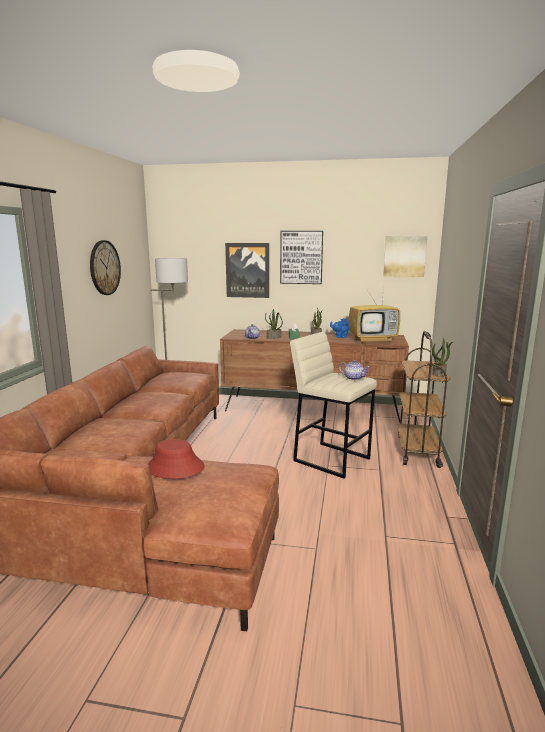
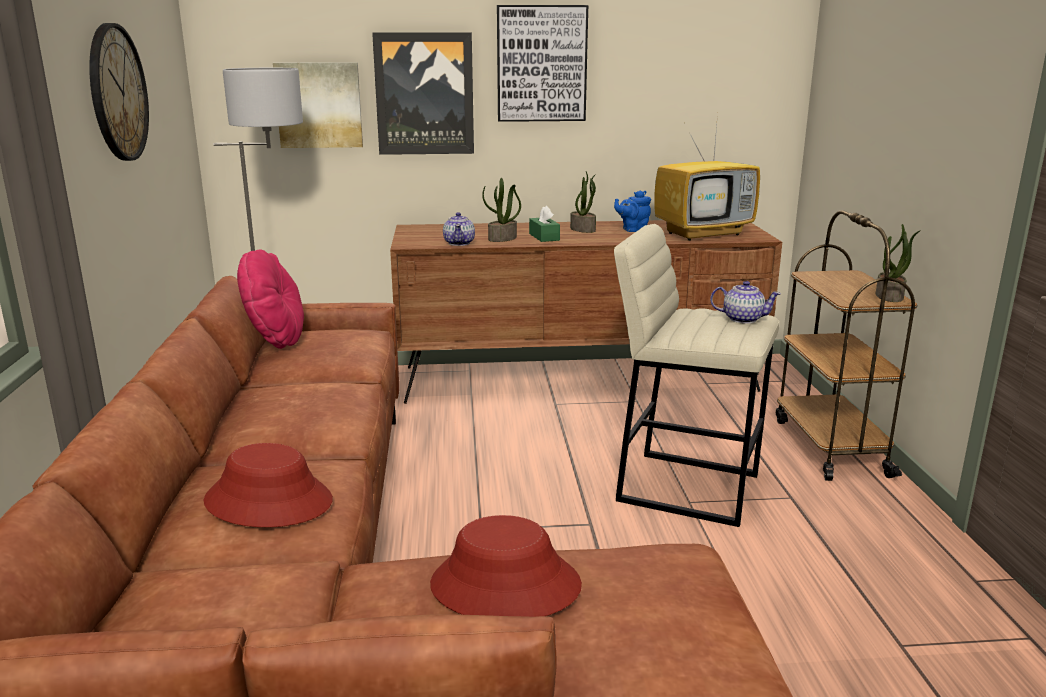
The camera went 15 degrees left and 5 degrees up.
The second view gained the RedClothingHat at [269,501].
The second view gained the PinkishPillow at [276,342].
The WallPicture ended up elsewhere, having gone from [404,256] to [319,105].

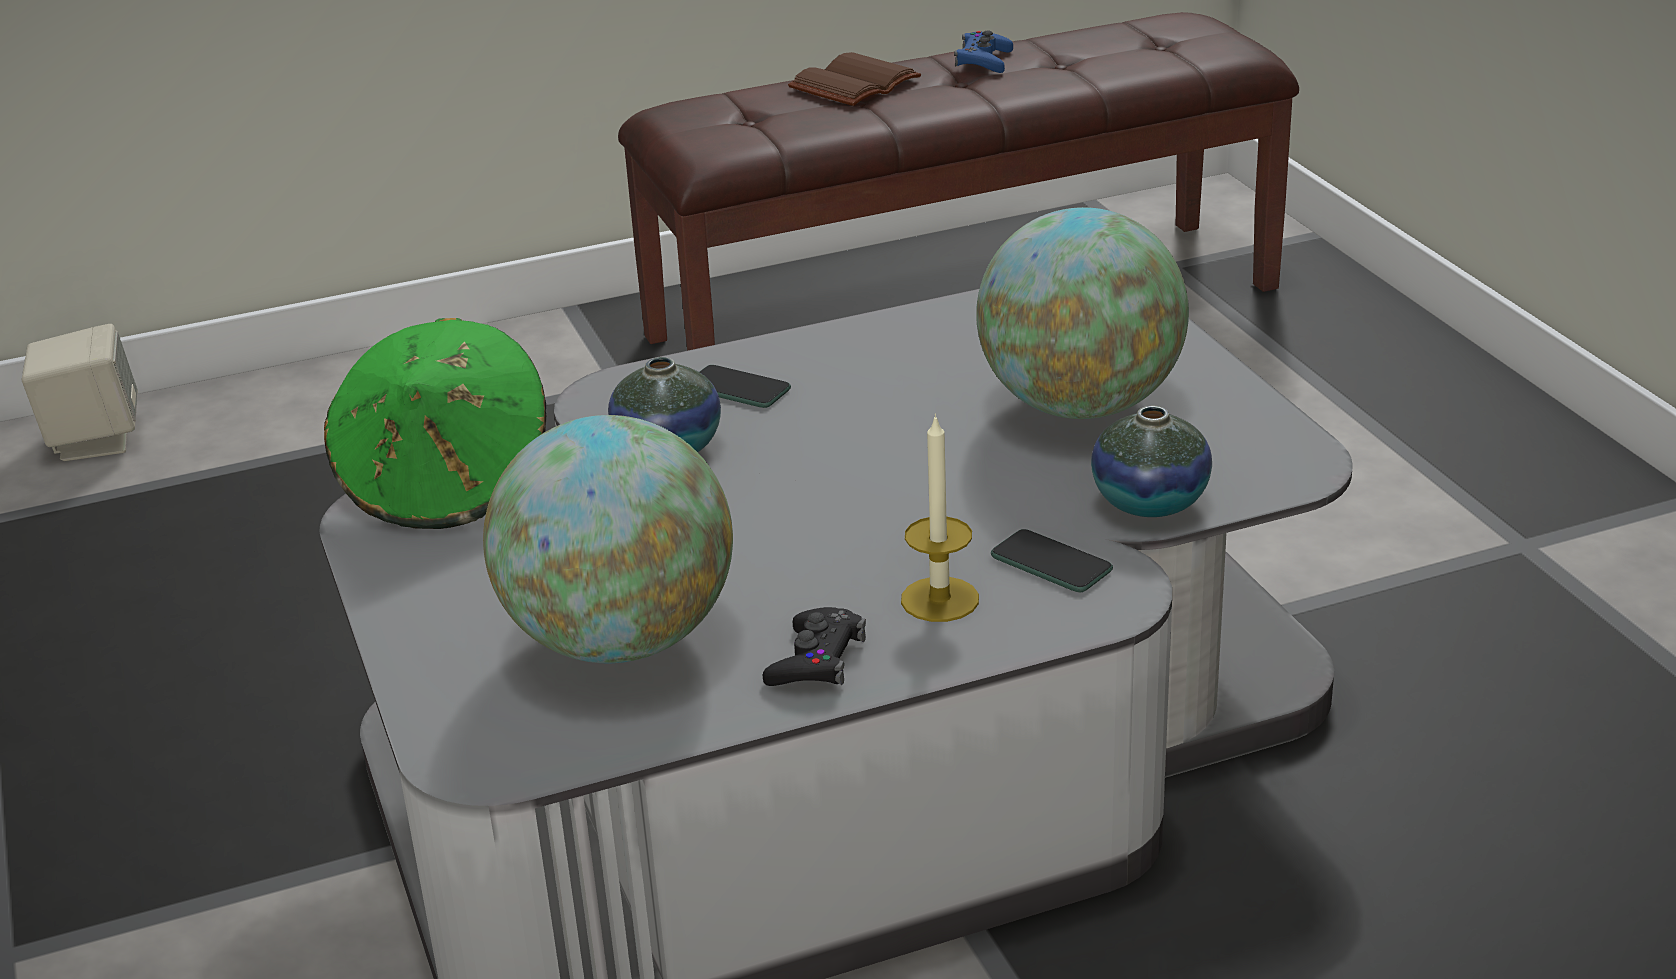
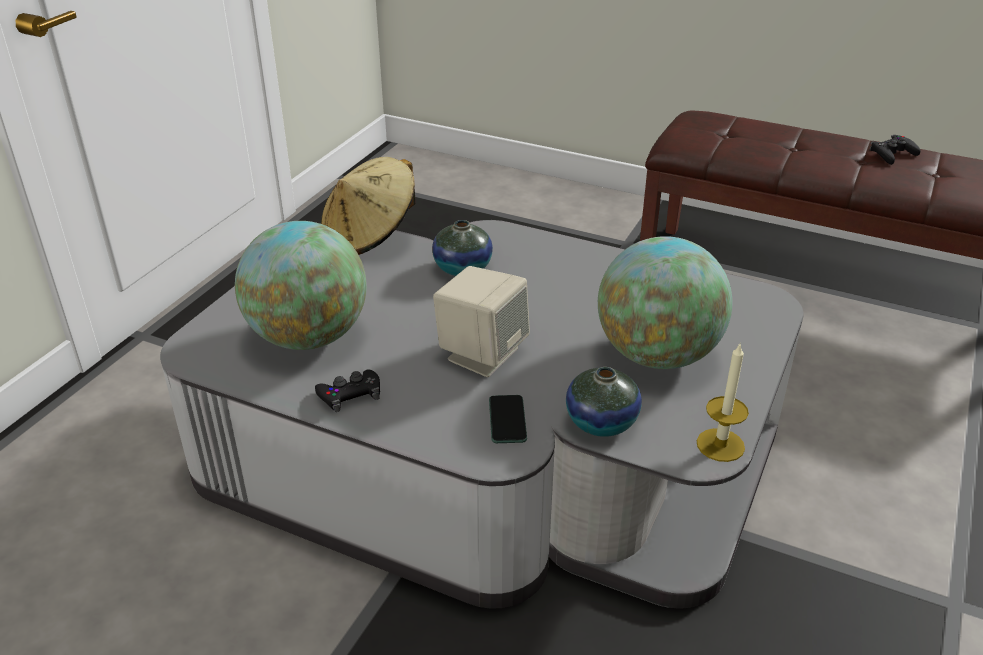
The camera went 45 degrees right and 5 degrees up.
What was the GreenClothingHat at [447,483] turned into the BeigeClothingHat at [370,236].
The BeigeAudioSpeaker ended up elsewhere, having gone from [94,440] to [482,354].
The Candle ended up elsewhere, having gone from [940,599] to [720,445].
What was the BlueColouredJoypad at [983,61] turned into the BlackColouredJoypad at [892,154].
The second view lost the Telephone at [738,389].
The second view lost the BrownBoundBook at [856,86].

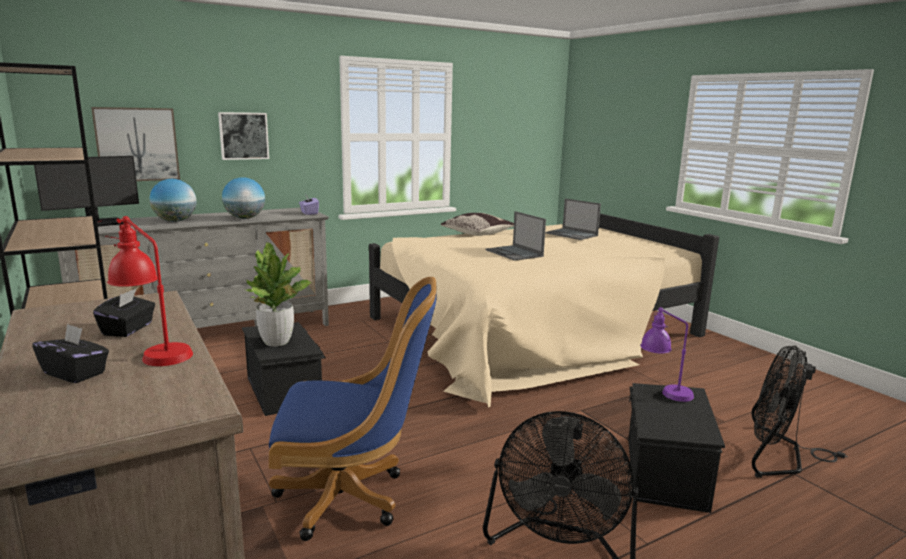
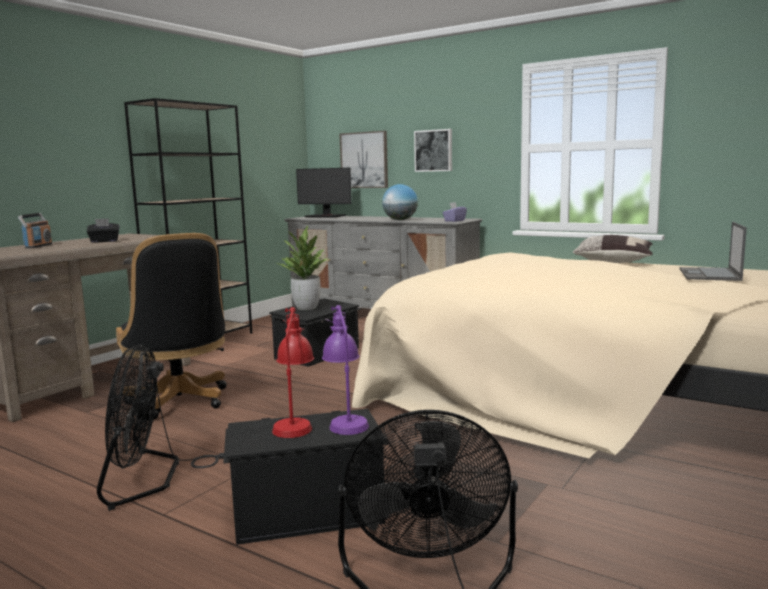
The camera went 65 degrees right and 5 degrees down.
Where the BlackColouredBoxOfTissues stood at [75,373], the Radio came to stand at [38,246].
What was the BlueColouredDeskChair at [353,498] turned into the BlackColouredDeskChair at [181,404].
The RedTableLamp ended up elsewhere, having gone from [153,352] to [294,423].
The second view lost the DeskGlobe at [175,221].
The second view lost the NotebookComputer at [514,253].

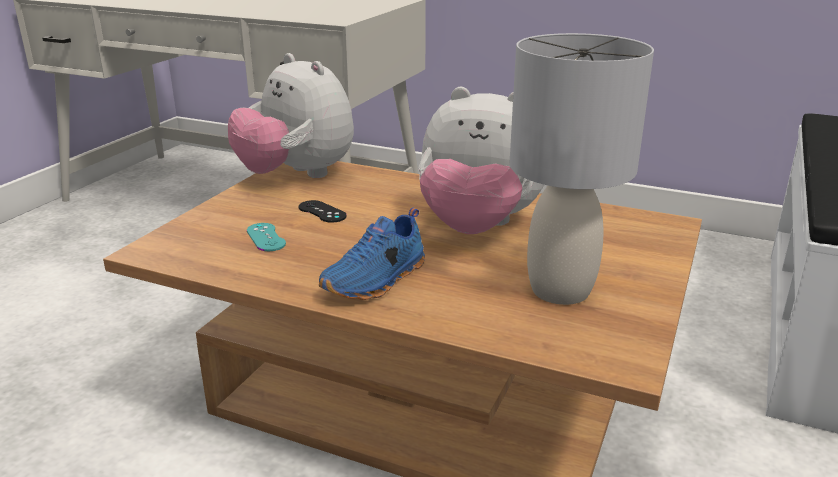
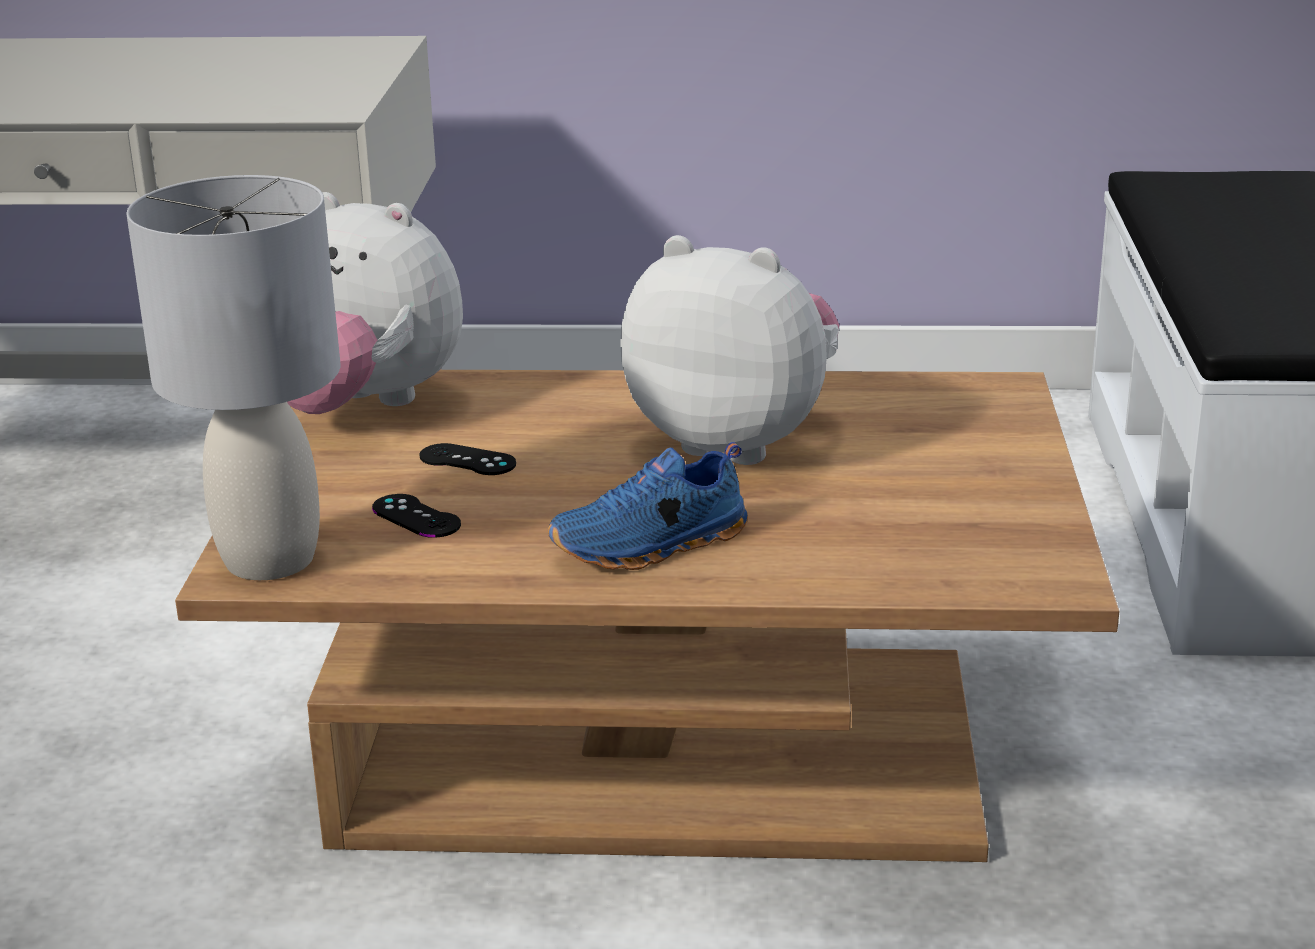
The camera went 20 degrees left and 0 degrees up.
The GreyTableLamp ended up elsewhere, having gone from [560,291] to [270,560].
What was the TurquoiseColouredJoypad at [266,237] turned into the BlackColouredJoypad at [416,517].
The BlueColouredItemOfFootwear at [377,281] ended up facing another way, 45 degrees clockwise from before.
The CuddlyToy at [478,227] ended up facing another way, 150 degrees counterclockwise from before.

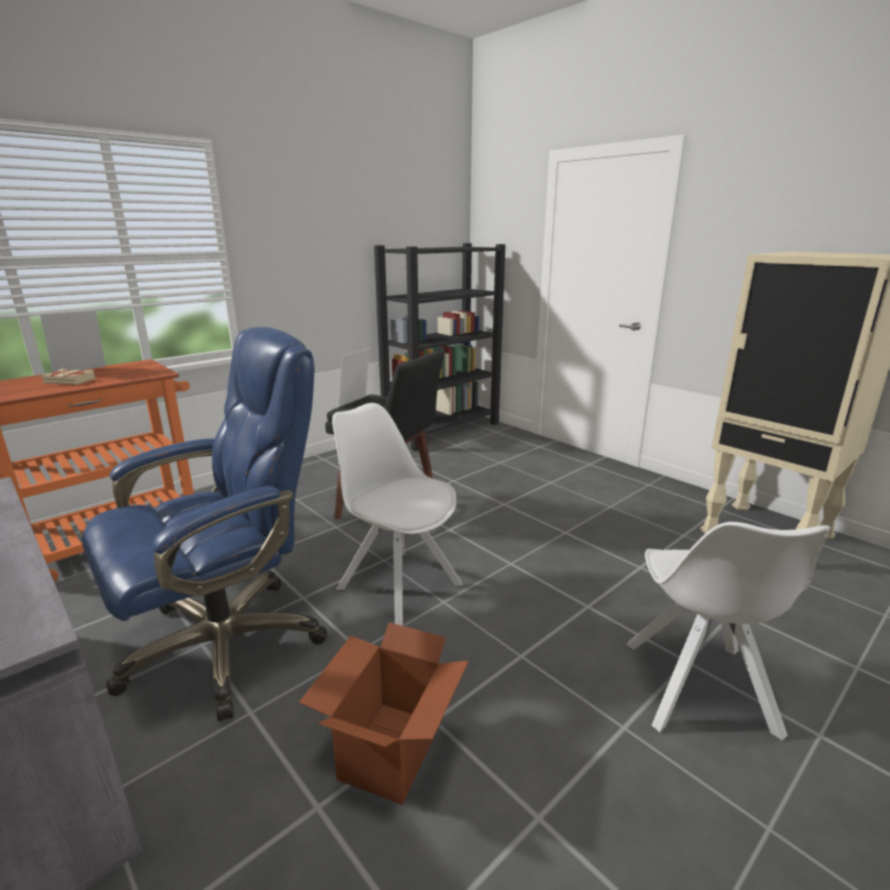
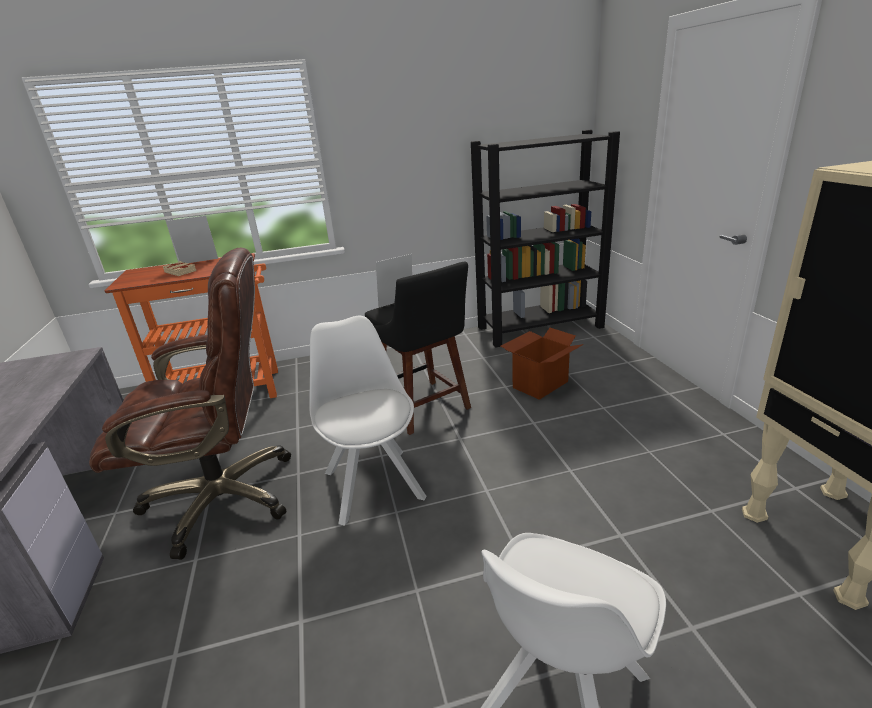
The camera went 30 degrees right and 5 degrees up.
What was the BlueColouredDeskChair at [225,644] turned into the BrownDeskChair at [222,497].
The Carton ended up elsewhere, having gone from [389,750] to [539,384].

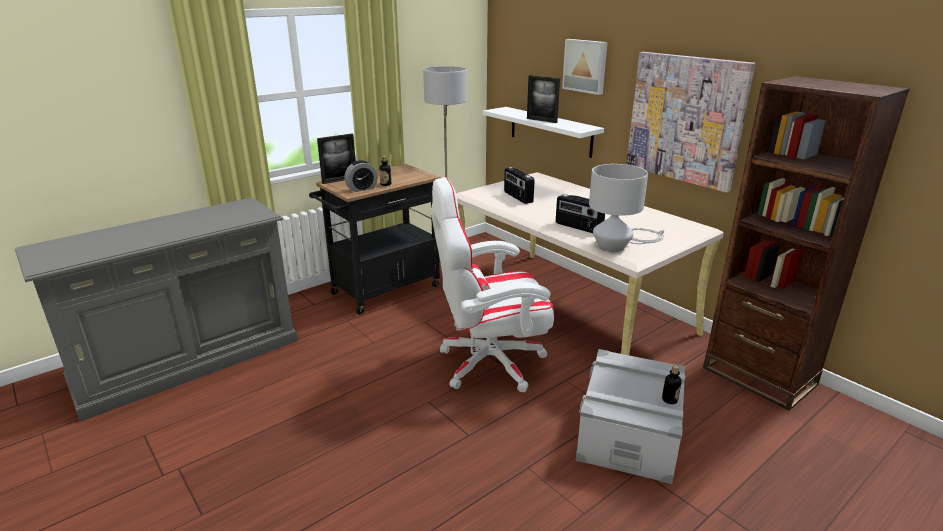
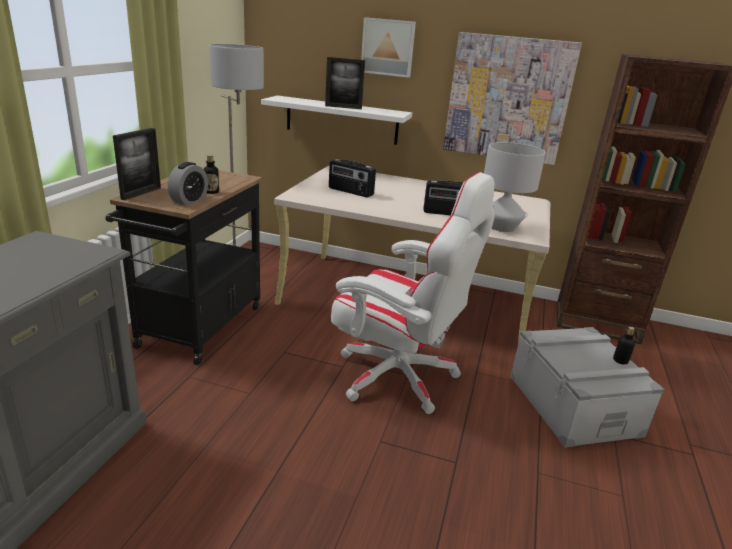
The camera went 35 degrees left and 0 degrees up.
The WhiteDeskChair at [491,362] ended up facing another way, 105 degrees counterclockwise from before.

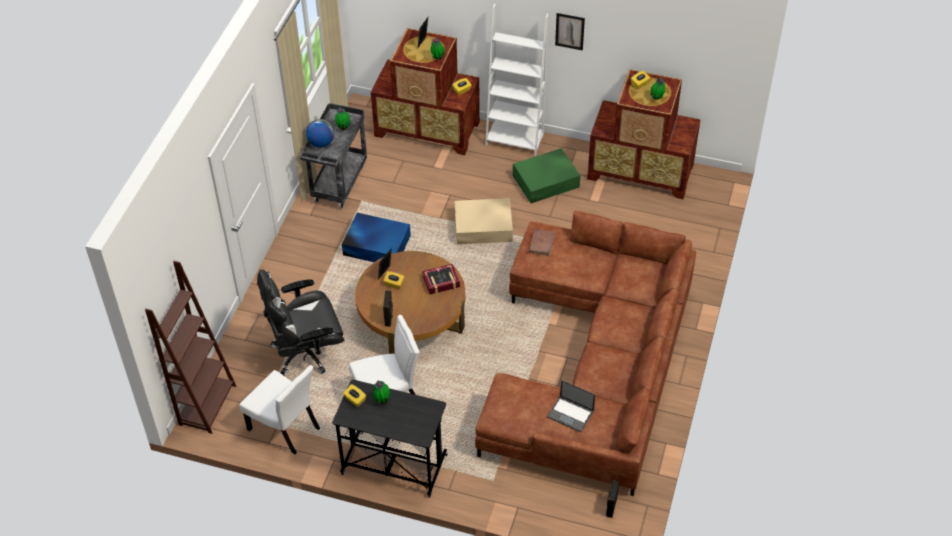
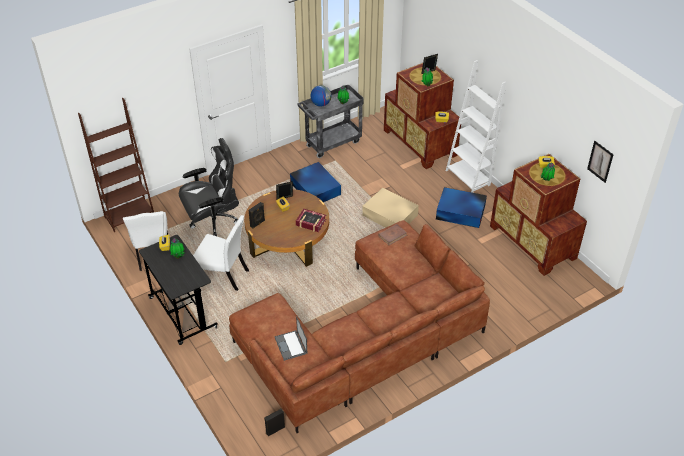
The camera went 40 degrees right and 5 degrees down.
The BlackColouredDeskChair at [308,351] ended up facing another way, 135 degrees clockwise from before.
What was the GreenStorageBin at [547,181] turned into the BlueColouredStorageBin at [461,212].
The WallPicture ended up elsewhere, having gone from [569,31] to [600,161].

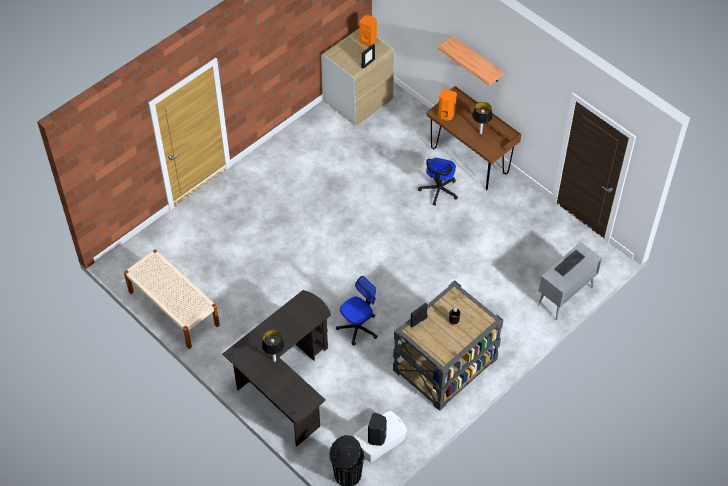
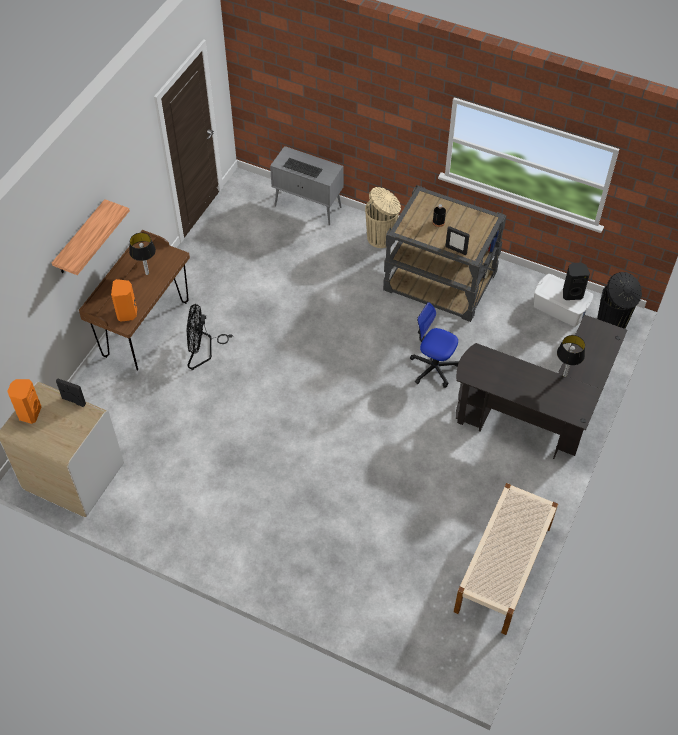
The camera went 110 degrees left and 0 degrees up.
Where the DeskChair stood at [439,190], the BlackColouredFan came to stand at [203,346].
The second view gained the BeigeRubbishBin at [382,237].

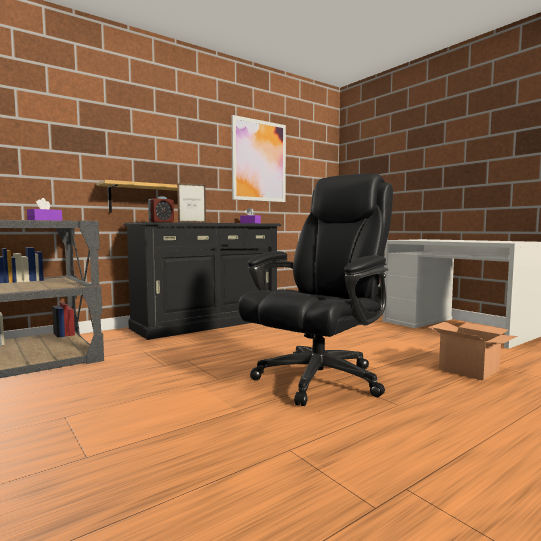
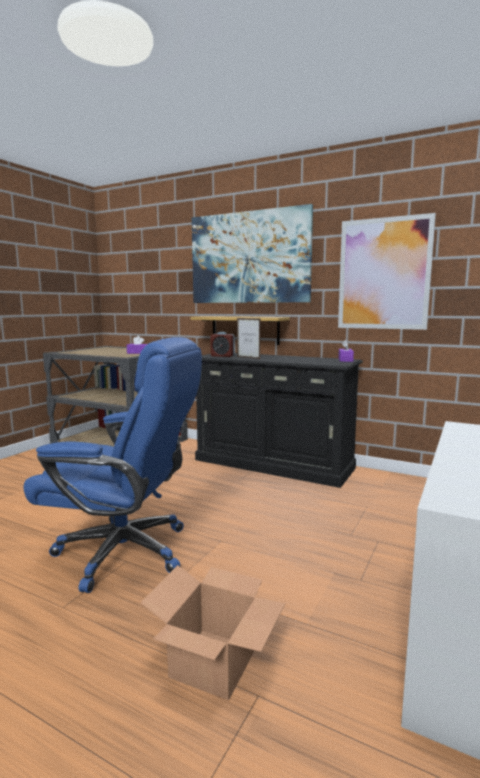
The camera went 65 degrees right and 5 degrees up.
What was the BlackColouredDeskChair at [319,380] turned into the BlueColouredDeskChair at [123,551].
The second view gained the WallPicture at [249,258].

